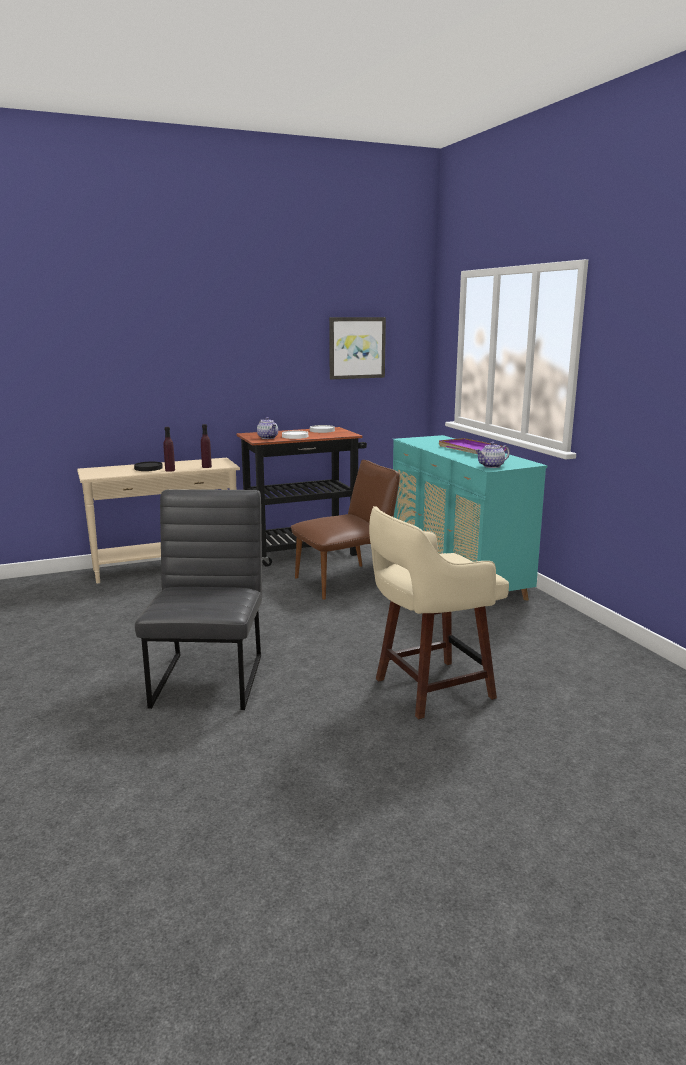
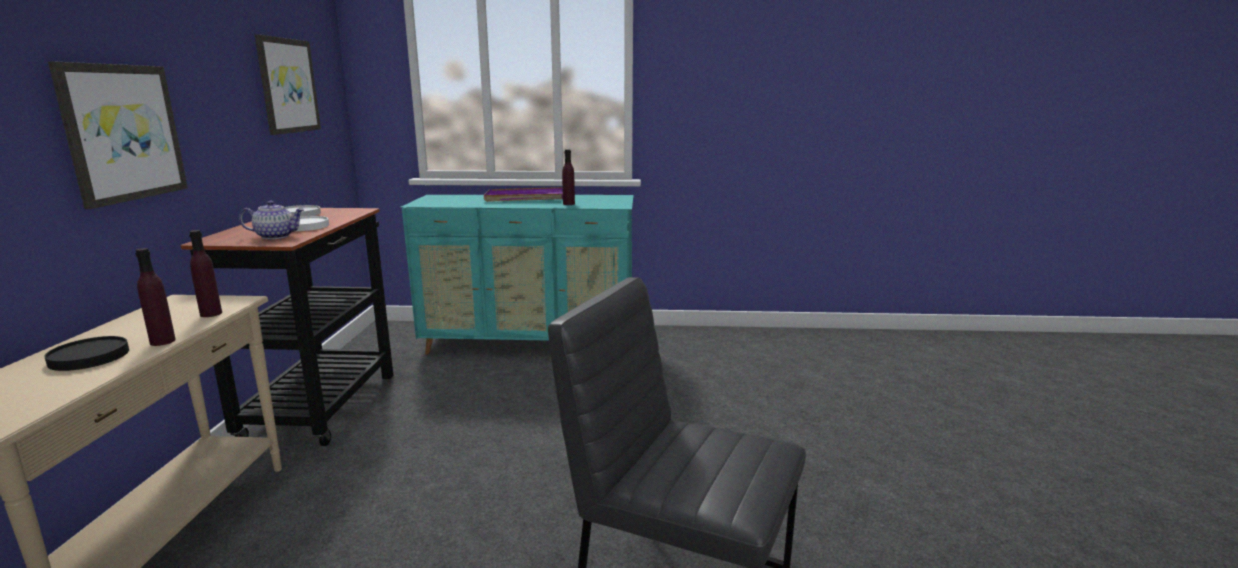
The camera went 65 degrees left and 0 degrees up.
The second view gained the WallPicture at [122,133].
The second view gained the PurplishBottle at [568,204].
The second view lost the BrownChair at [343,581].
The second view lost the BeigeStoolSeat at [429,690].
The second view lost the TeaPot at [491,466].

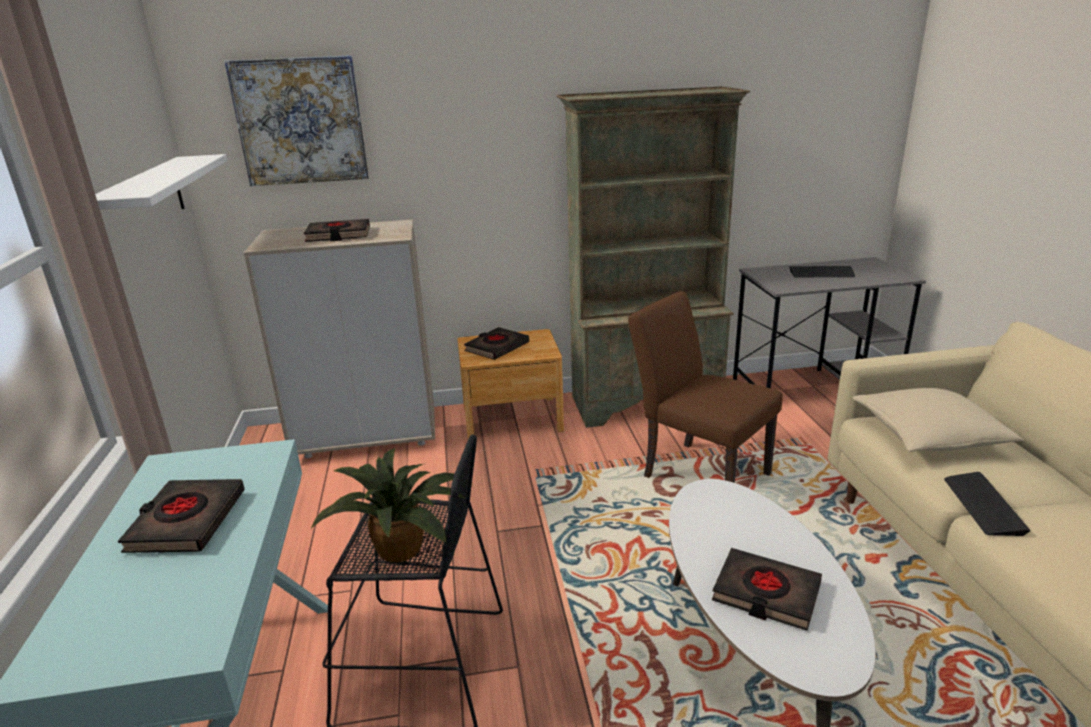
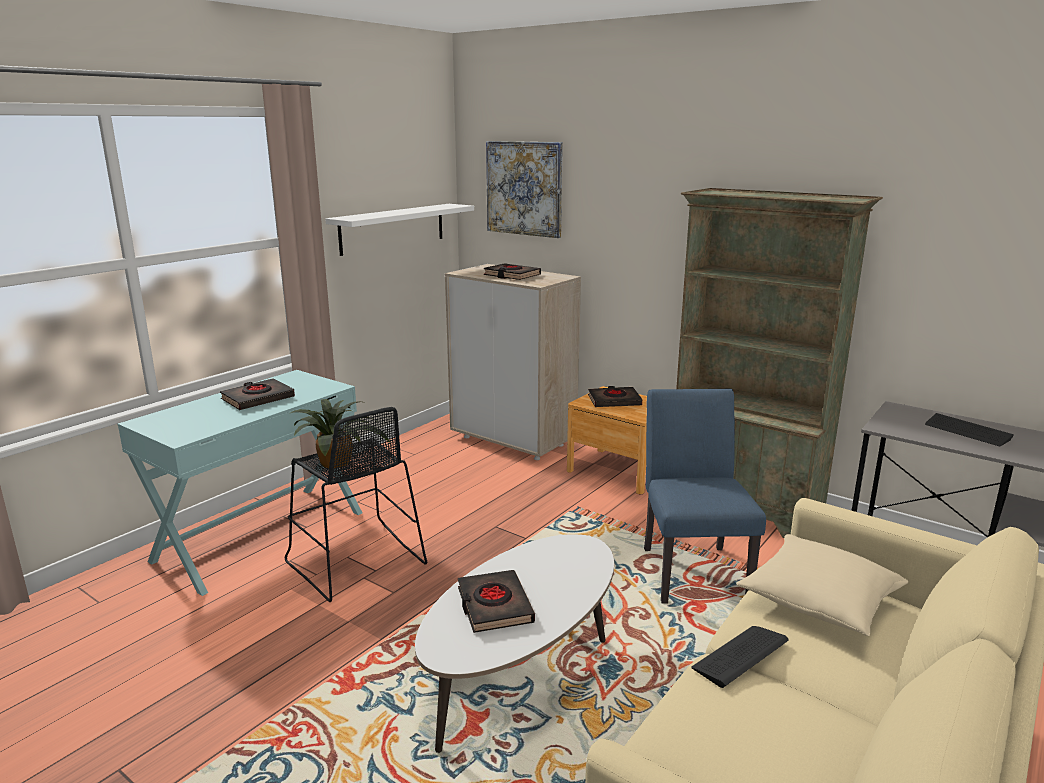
The camera went 45 degrees right and 5 degrees down.
What was the BrownChair at [698,472] turned into the BlueColouredChair at [692,568].

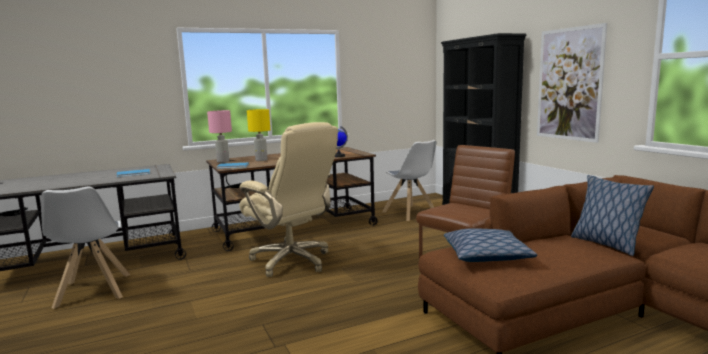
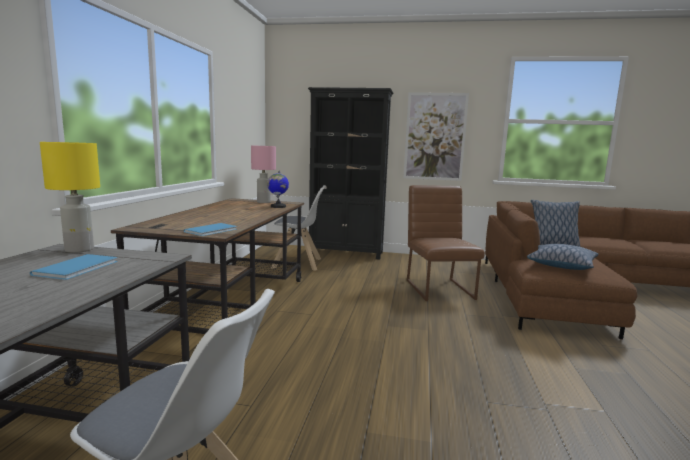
The camera went 55 degrees left and 0 degrees up.
The YellowTableLamp ended up elsewhere, having gone from [261,160] to [80,250].
The PinkishTableLamp ended up elsewhere, having gone from [223,161] to [263,202].
The second view lost the BeigeDeskChair at [292,263].

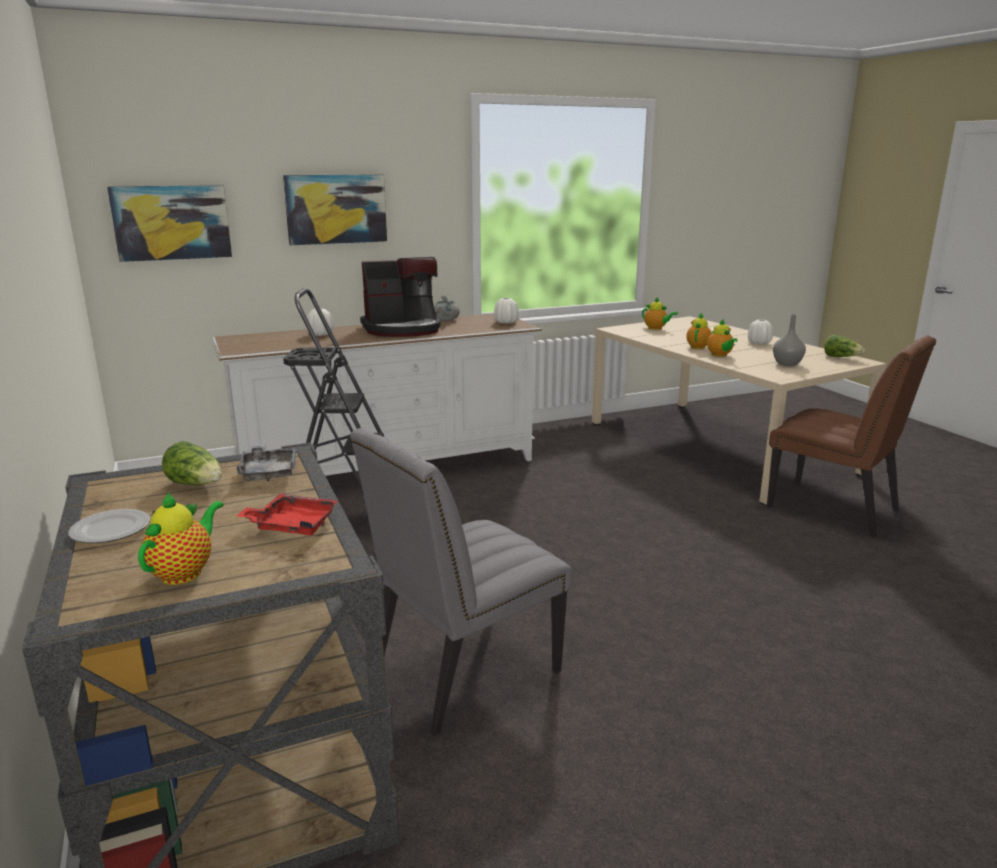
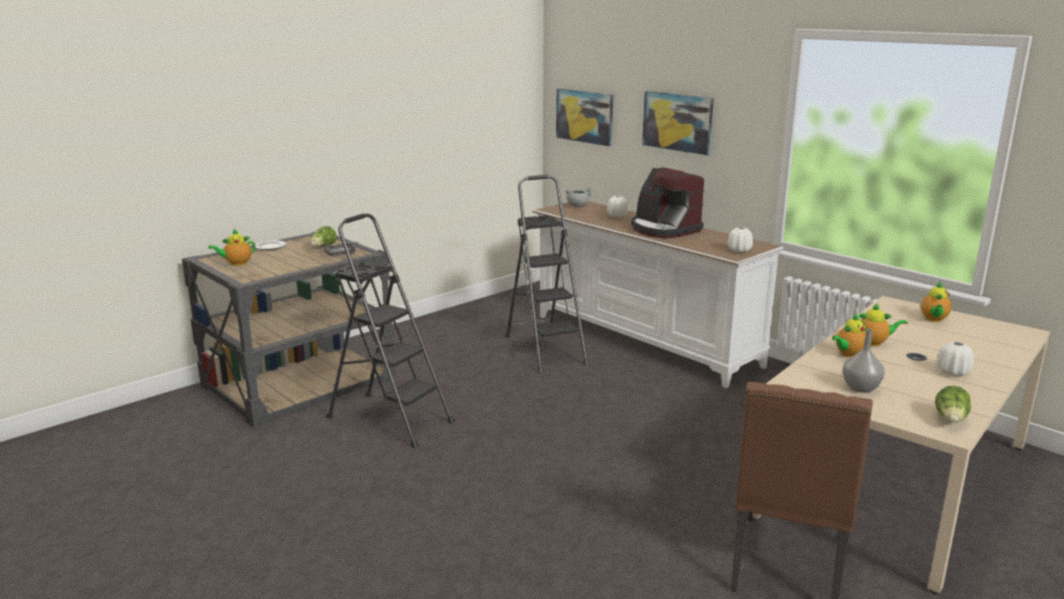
The camera went 70 degrees right and 0 degrees up.
The TeaPot at [185,572] ended up facing another way, 150 degrees clockwise from before.
Where the GreyChair stood at [466,671], the Stepladder came to stand at [388,418].
The GreySaucepot ended up elsewhere, having gone from [445,320] to [578,206].
The second view lost the RedServingTray at [292,525].

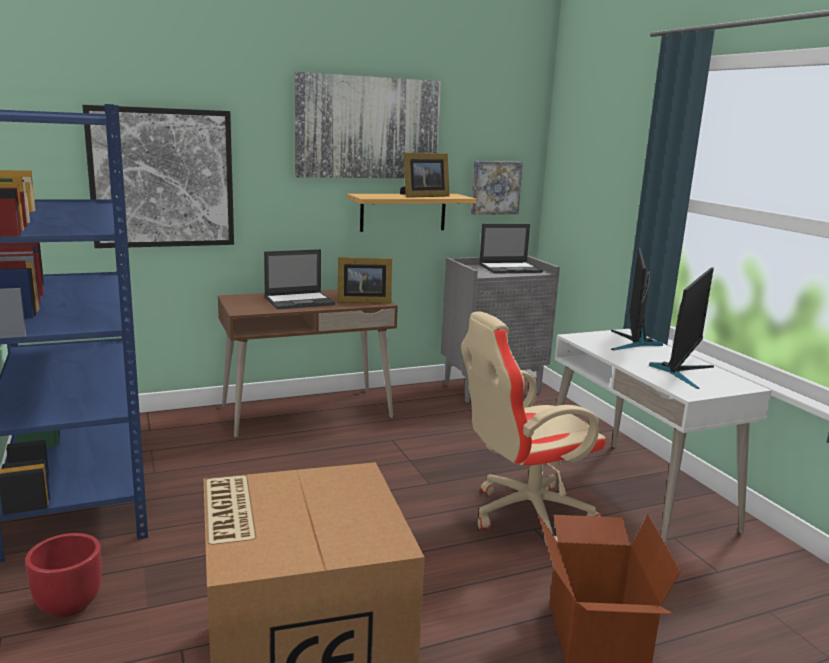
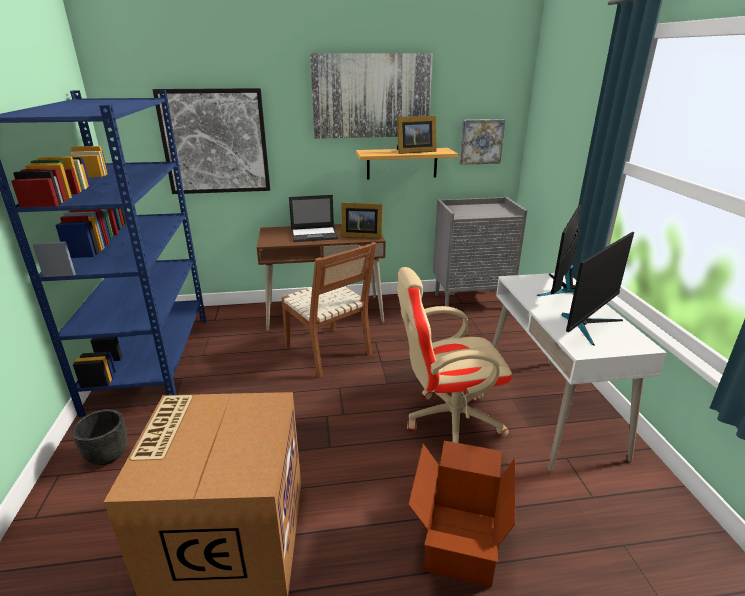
The camera went 15 degrees right and 10 degrees up.
What was the RedPlantPot at [68,604] turned into the BlackColouredPlantPot at [107,455].
The second view gained the Chair at [329,353].
The second view lost the NotebookComputer at [510,268].

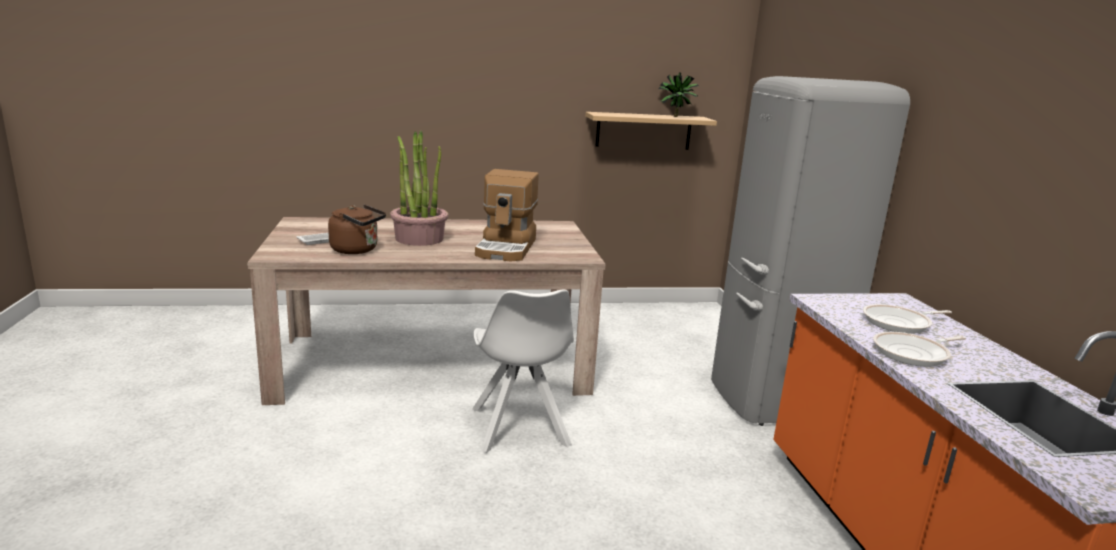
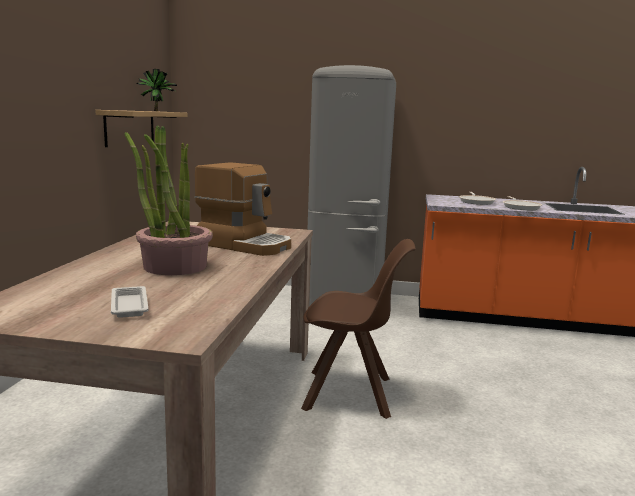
The camera went 70 degrees left and 5 degrees down.
What was the WhiteChair at [519,428] turned into the BrownChair at [350,394].
The second view lost the BrownTeaKettle at [357,250].

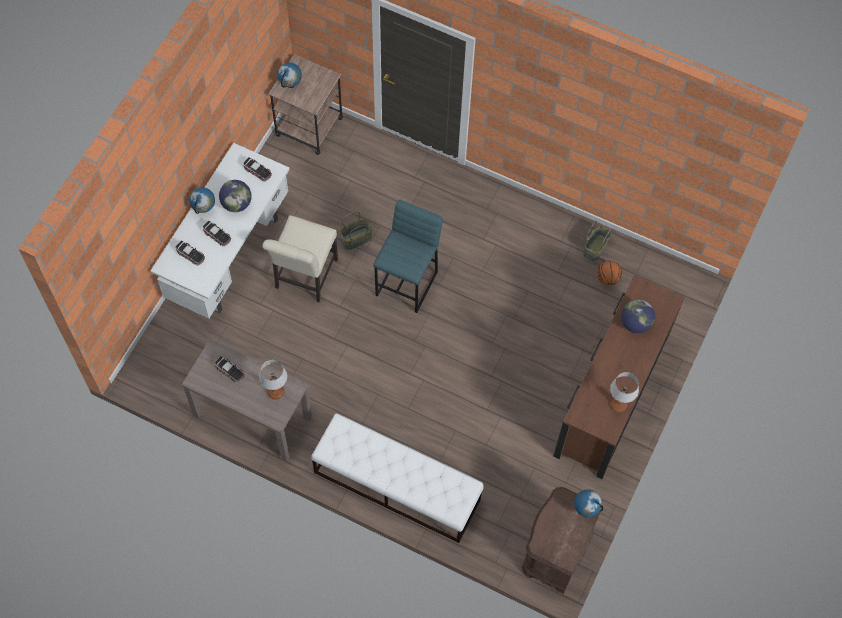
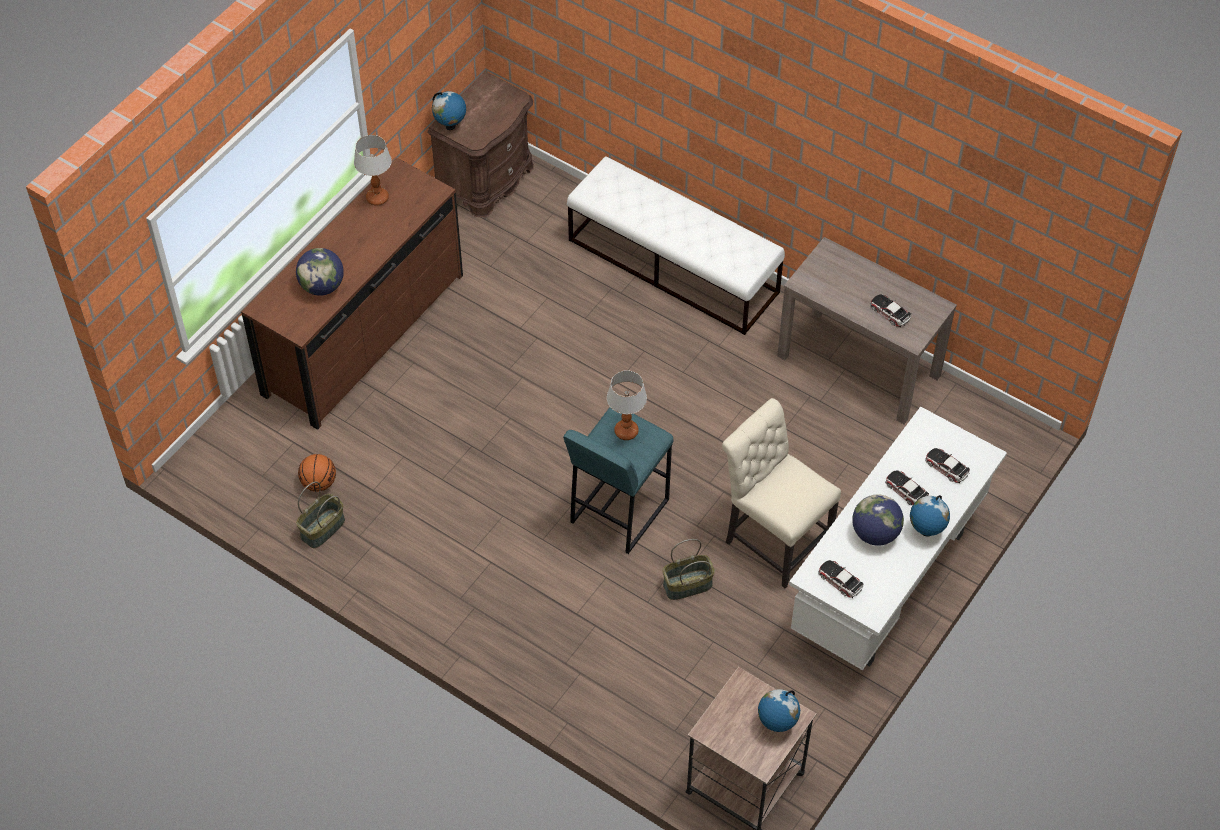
The camera went 170 degrees left and 10 degrees down.
The TableLamp ended up elsewhere, having gone from [275,392] to [626,431].
The BeigeChair at [304,277] ended up facing another way, 75 degrees counterclockwise from before.

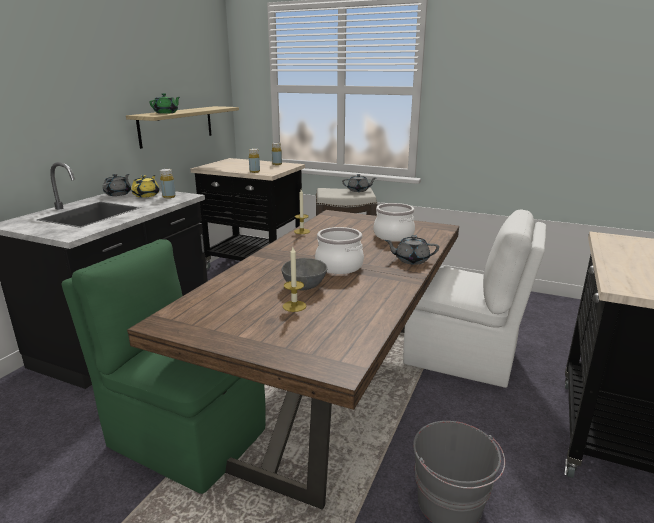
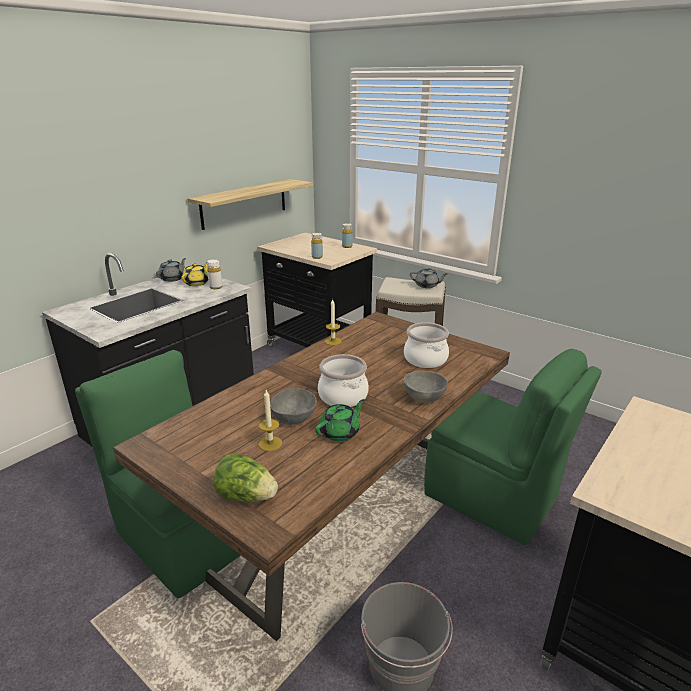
The camera went 15 degrees right and 5 degrees up.
What was the YellowBottle at [169,197] turned into the WhiteBottle at [216,287].
The second view gained the Lettuce at [246,496].
The GreenTeaPot ended up elsewhere, having gone from [166,113] to [340,432].
Where the GreyTeaPot stood at [411,260], the GreyDeepDish came to stand at [423,398].
What was the WhiteChair at [463,357] turned into the GreenChair at [493,498].

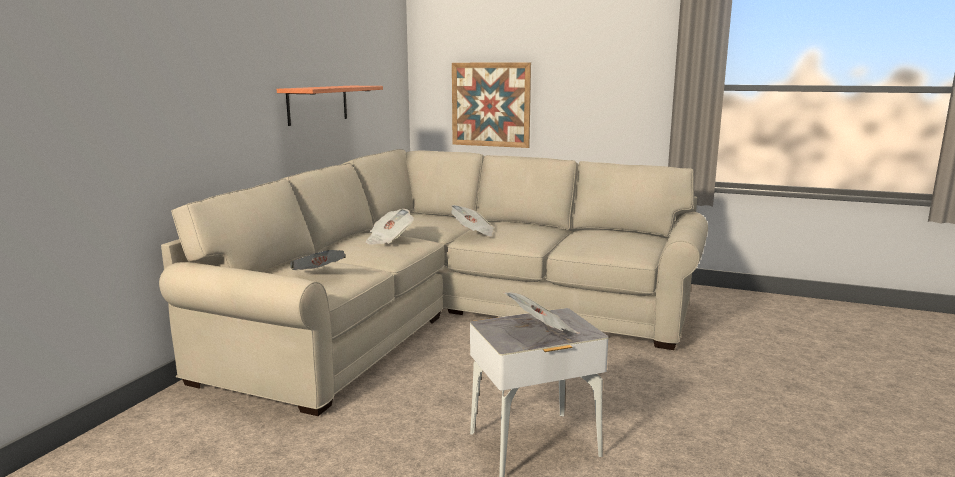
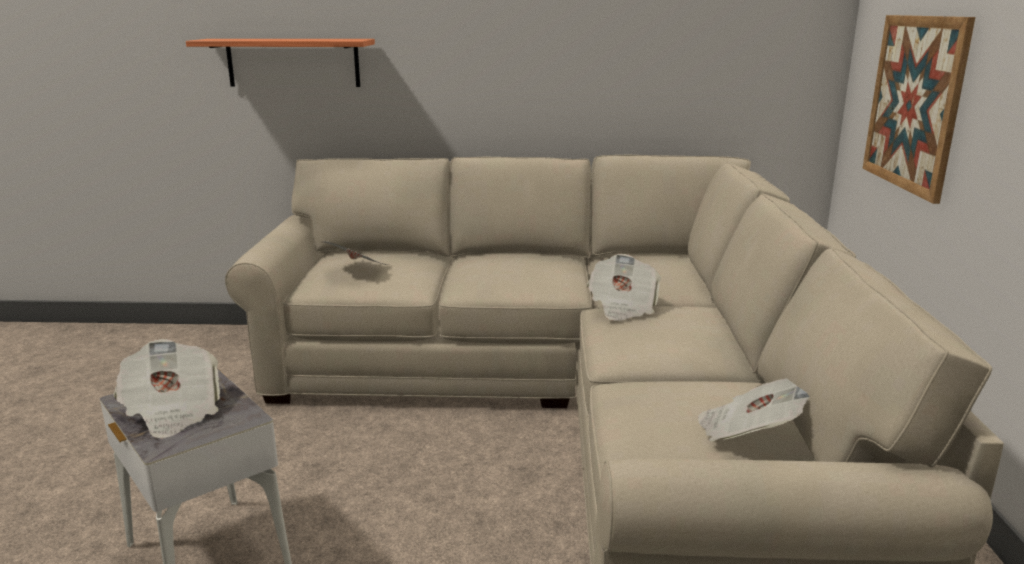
The camera went 70 degrees right and 5 degrees up.
The Shelf ended up elsewhere, having gone from [318,104] to [293,62].
The Newspaper ended up elsewhere, having gone from [389,240] to [750,433].

